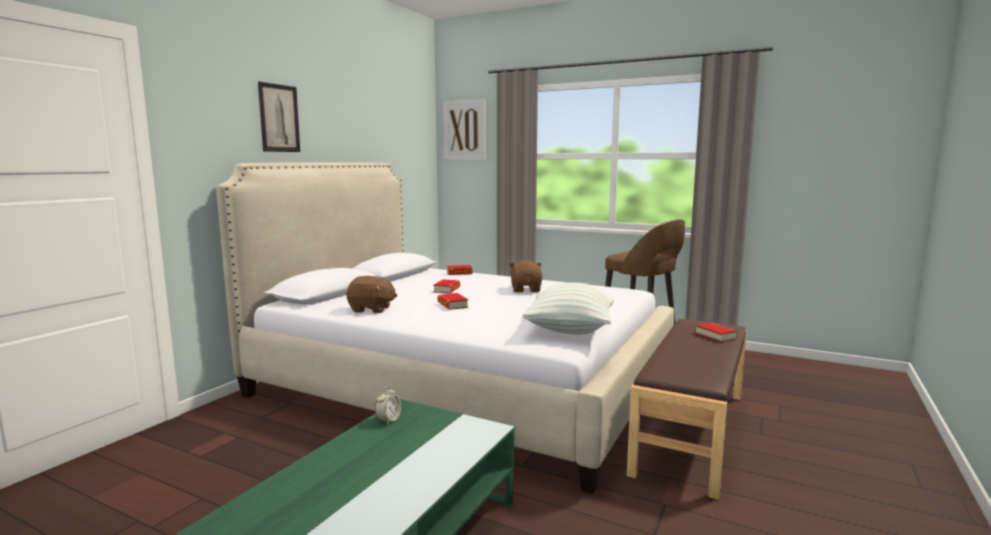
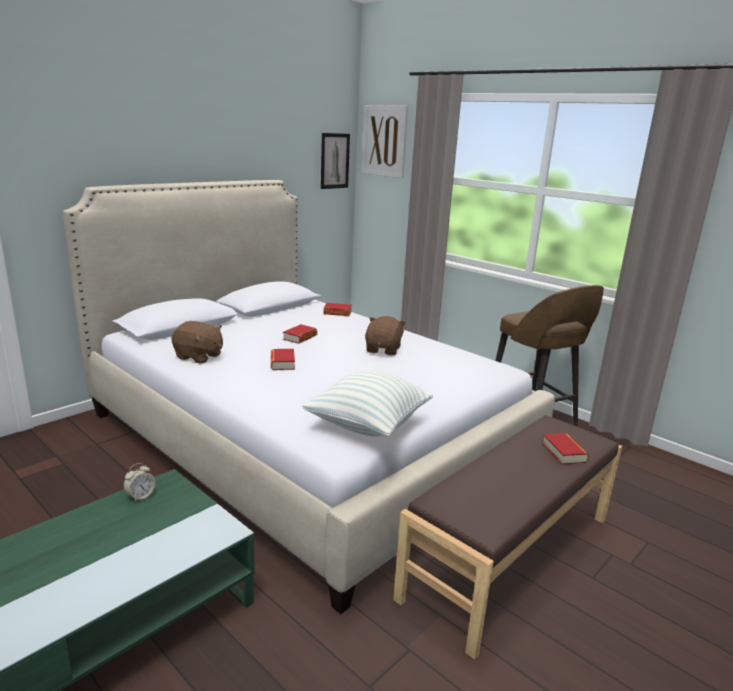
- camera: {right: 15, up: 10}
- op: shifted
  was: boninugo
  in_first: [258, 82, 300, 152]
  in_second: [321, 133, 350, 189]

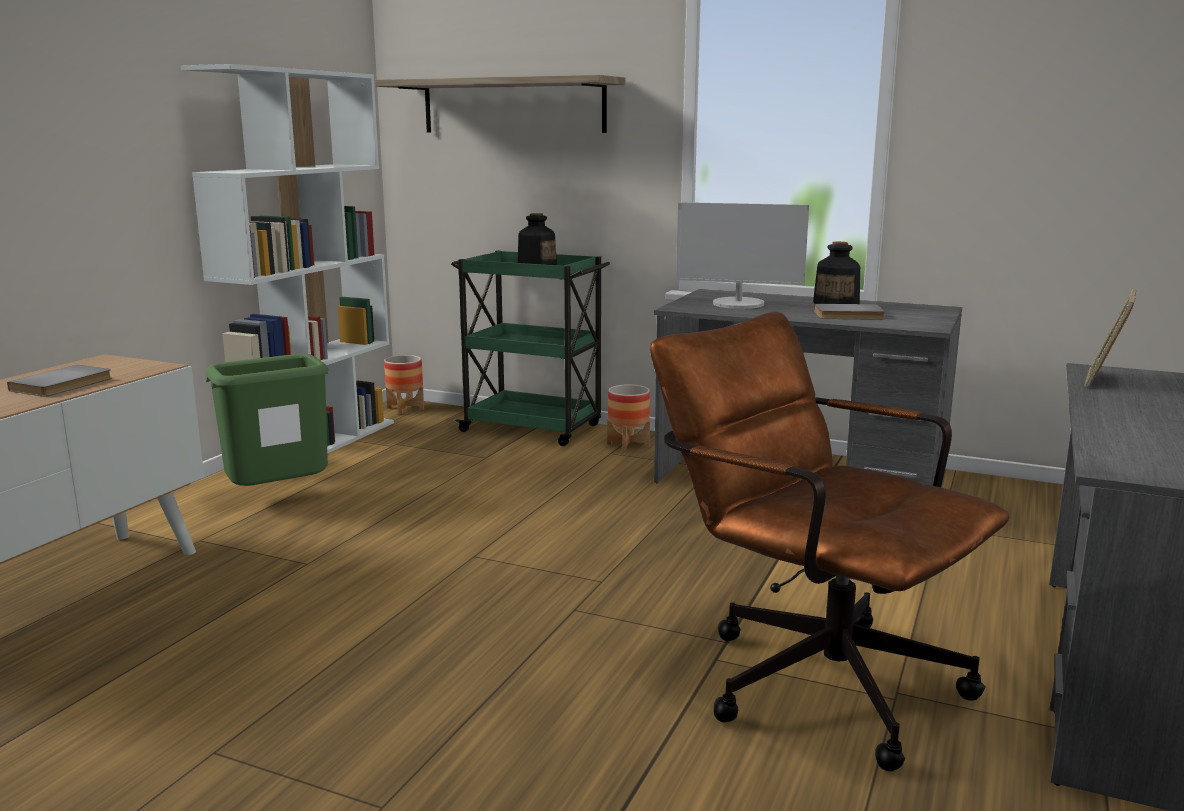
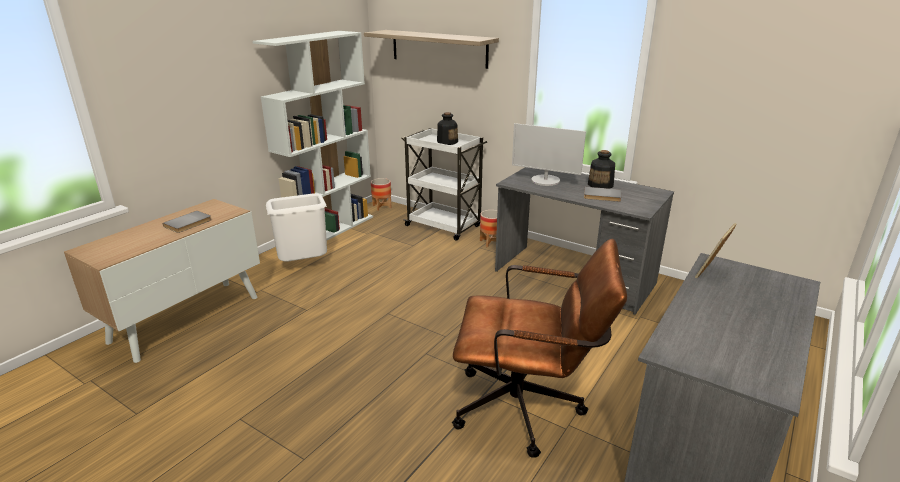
- camera: {right: 10, up: 10}
- op: repainted
  was: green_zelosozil
  now: white_zelosozil
  in_first: [205, 354, 329, 486]
  in_second: [266, 193, 327, 262]
- op: repainted
  was: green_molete
  now: white_molete
  in_first: [451, 251, 610, 446]
  in_second: [401, 128, 487, 241]
- op: rotated
  was: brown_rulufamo
  in_first: [650, 312, 1010, 771]
  in_second: [452, 239, 627, 458]
  clockwise: 135

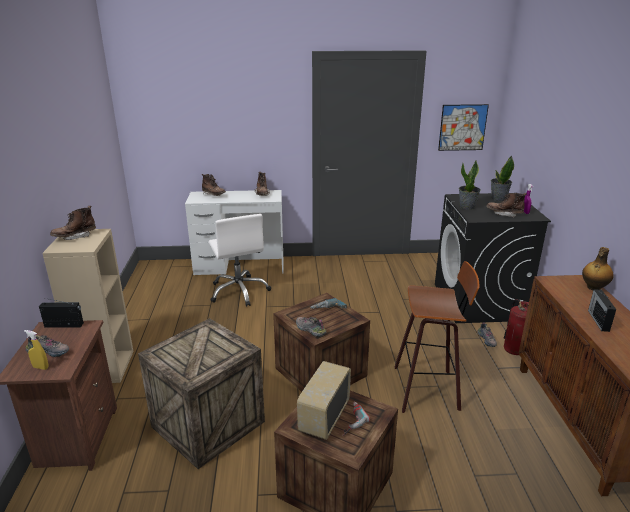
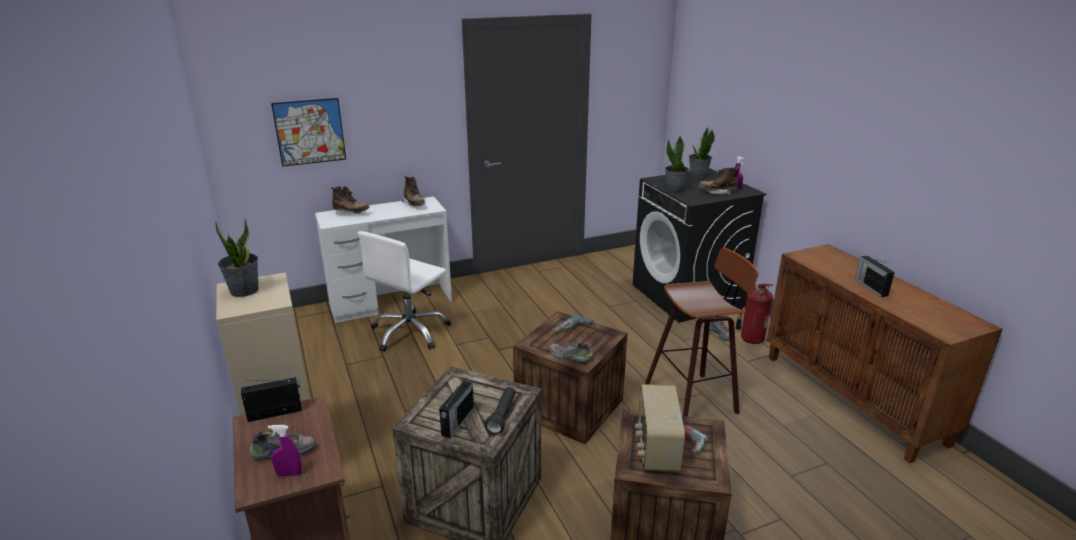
- camera: {right: -20, up: 0}
- op: swapped
  was: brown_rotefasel
  now: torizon
  in_first: [50, 206, 96, 240]
  in_second: [215, 219, 259, 297]
- op: repainted
  was: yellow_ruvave
  now: purple_ruvave
  in_first: [24, 330, 48, 370]
  in_second: [268, 425, 301, 476]
- op: shifted
  was: boninugo
  in_first: [438, 104, 489, 151]
  in_second: [271, 98, 346, 167]
- op: rotated
  was: white_rulufamo
  in_first: [209, 214, 271, 307]
  in_second: [358, 231, 451, 352]
  clockwise: 75
- op: new
  now: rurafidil
  in_second: [439, 378, 474, 438]
- op: new
  now: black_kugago
  in_second: [485, 387, 516, 435]
- op: gone
  was: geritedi
  in_first: [582, 247, 613, 290]

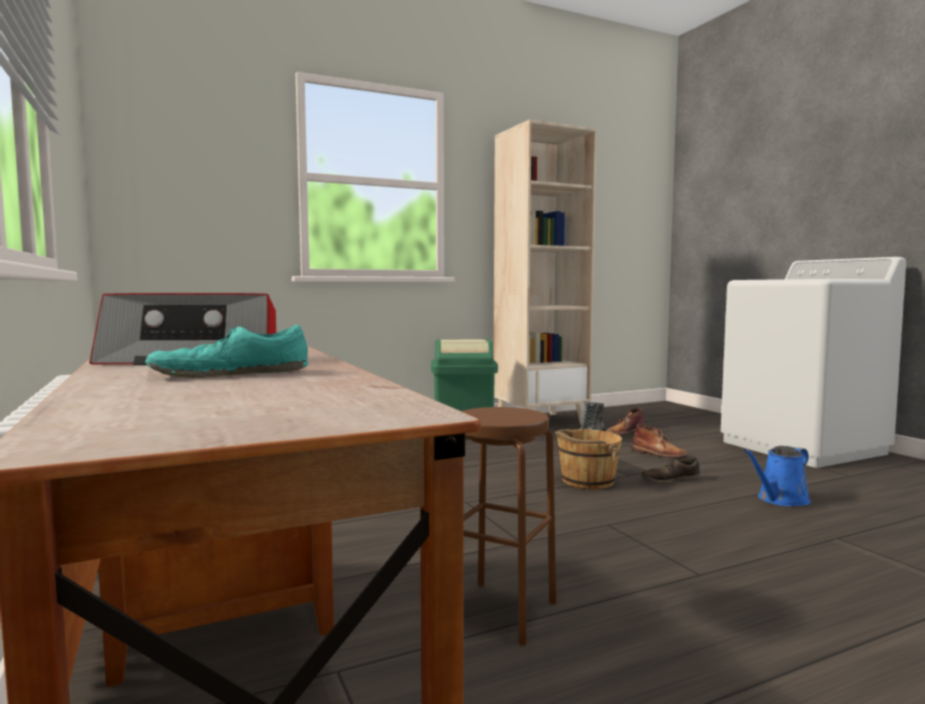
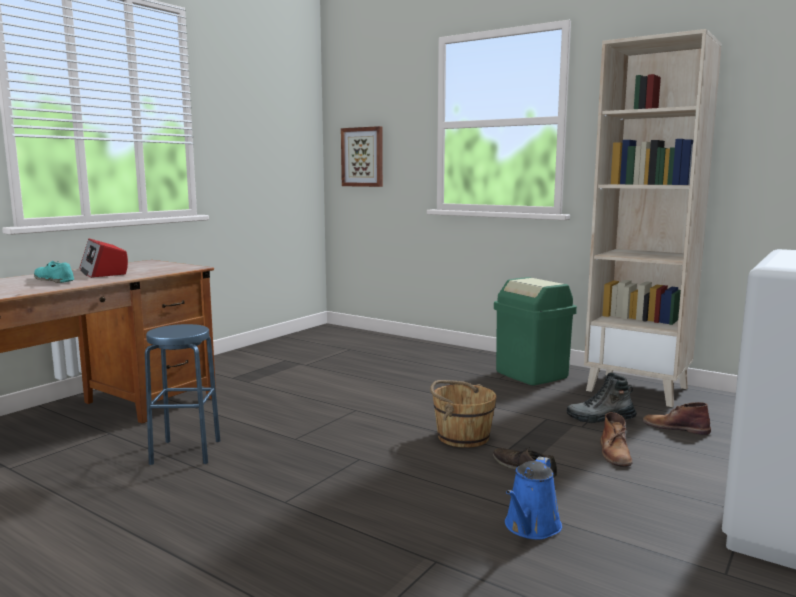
- camera: {right: 60, up: 5}
- op: repainted
  was: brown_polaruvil
  now: blue_polaruvil
  in_first: [462, 407, 556, 646]
  in_second: [145, 324, 220, 465]
- op: new
  now: boninugo
  in_second: [341, 126, 383, 187]
- op: rotated
  was: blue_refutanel
  in_first: [744, 446, 811, 506]
  in_second: [505, 457, 562, 539]
  clockwise: -90

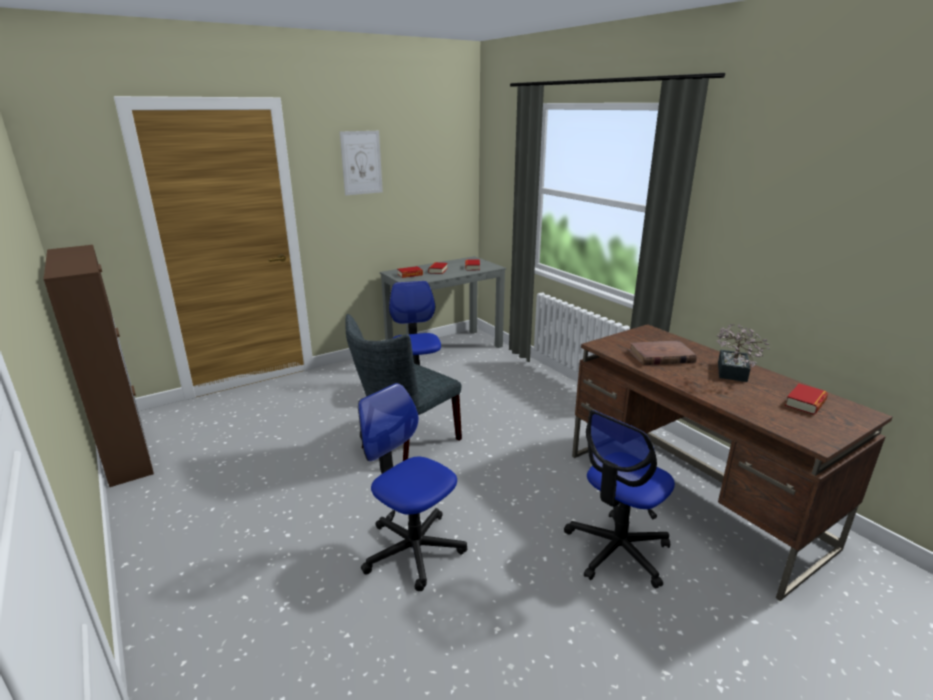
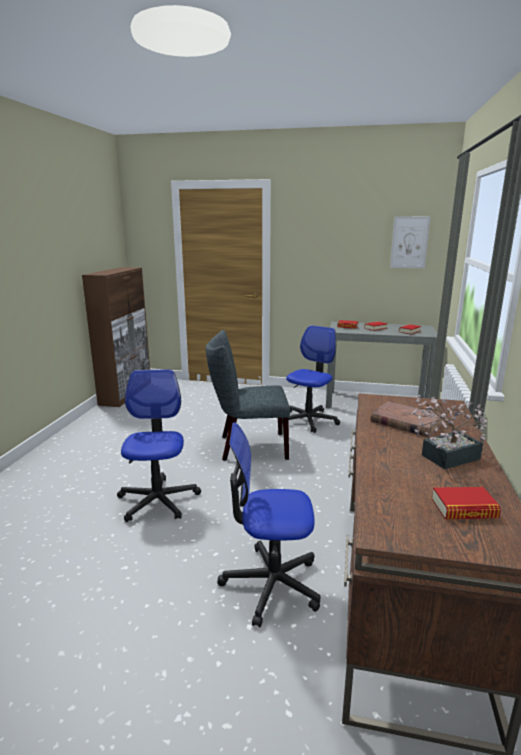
- camera: {right: 45, up: -5}
- op: shifted
  was: boninugo
  in_first: [340, 131, 383, 195]
  in_second: [390, 216, 431, 268]

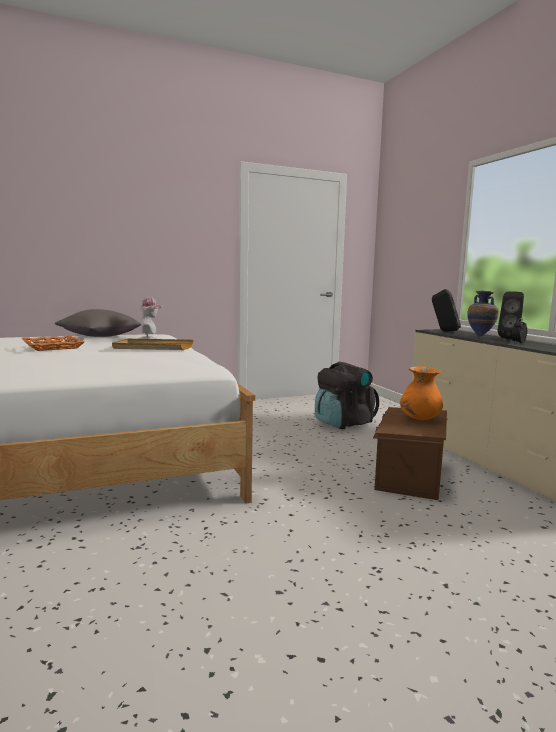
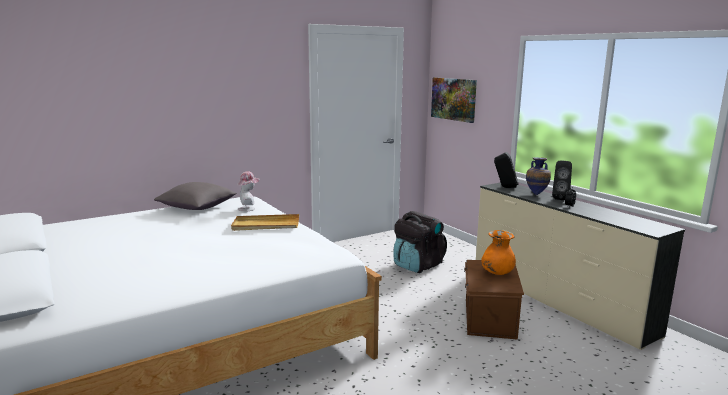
- camera: {right: -10, up: 5}
- op: new
  now: boninugo
  in_second: [431, 77, 477, 123]
- op: gone
  was: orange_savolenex
  in_first: [22, 335, 84, 351]

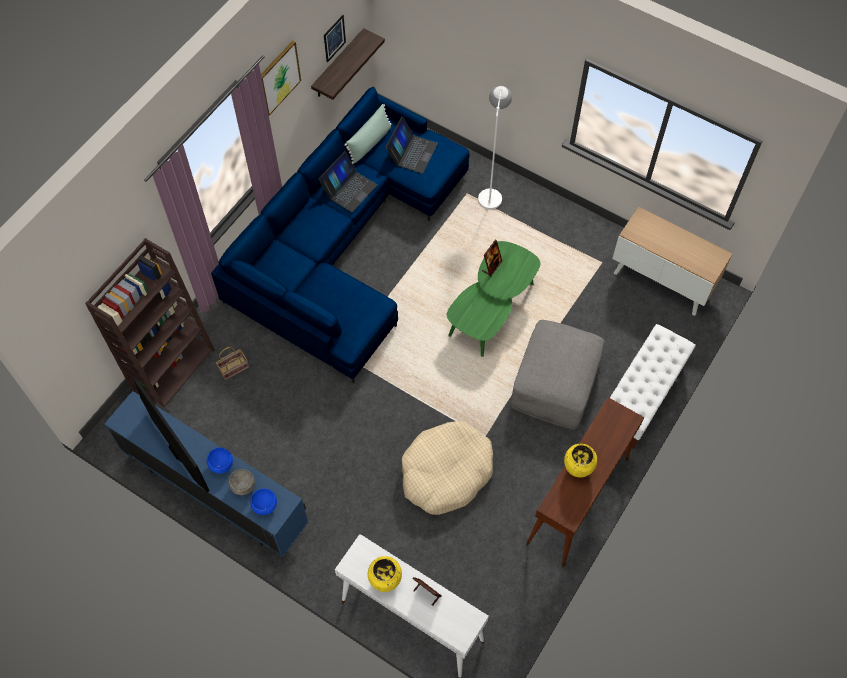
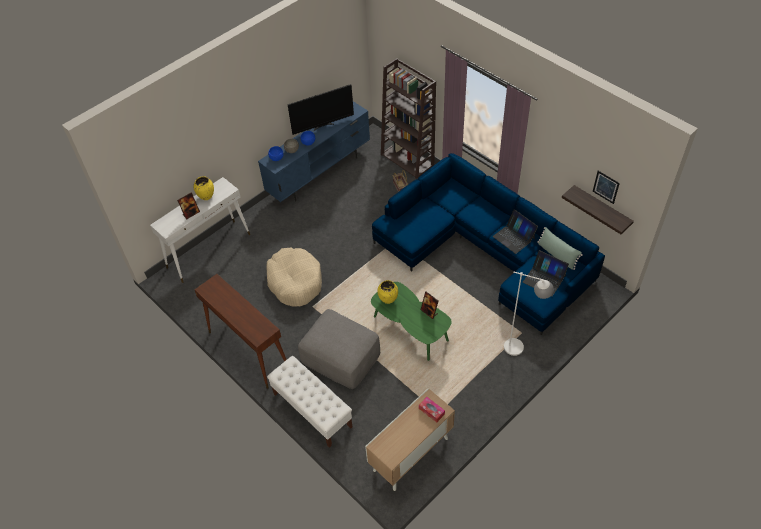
- camera: {right: 105, up: -10}
- op: shifted
  was: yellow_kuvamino
  in_first: [564, 444, 597, 478]
  in_second: [377, 280, 398, 304]
- op: new
  now: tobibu
  in_second: [419, 397, 445, 422]
- op: gone
  was: boninugo
  in_first: [261, 41, 301, 116]

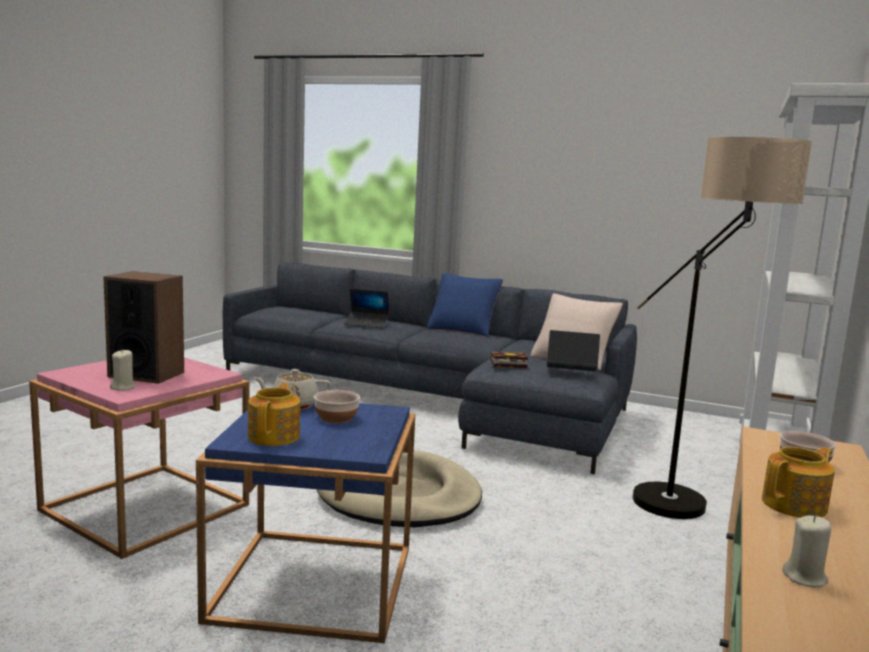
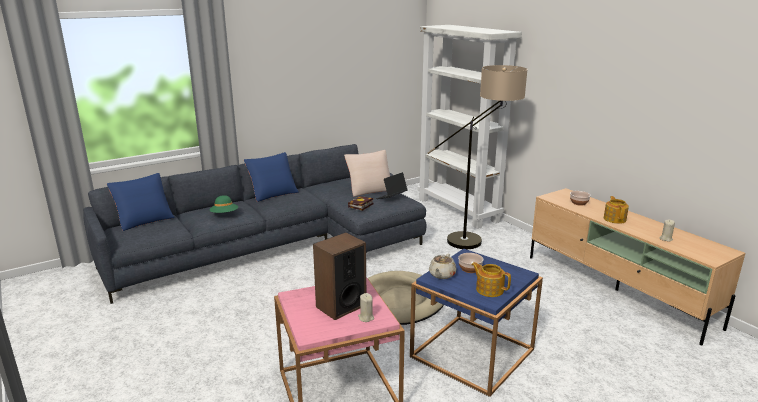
- camera: {right: -55, up: 10}
- op: new
  now: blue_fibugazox
  in_second: [107, 173, 175, 231]
- op: swapped
  was: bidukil
  now: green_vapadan
  in_first: [344, 289, 390, 328]
  in_second: [209, 195, 238, 213]

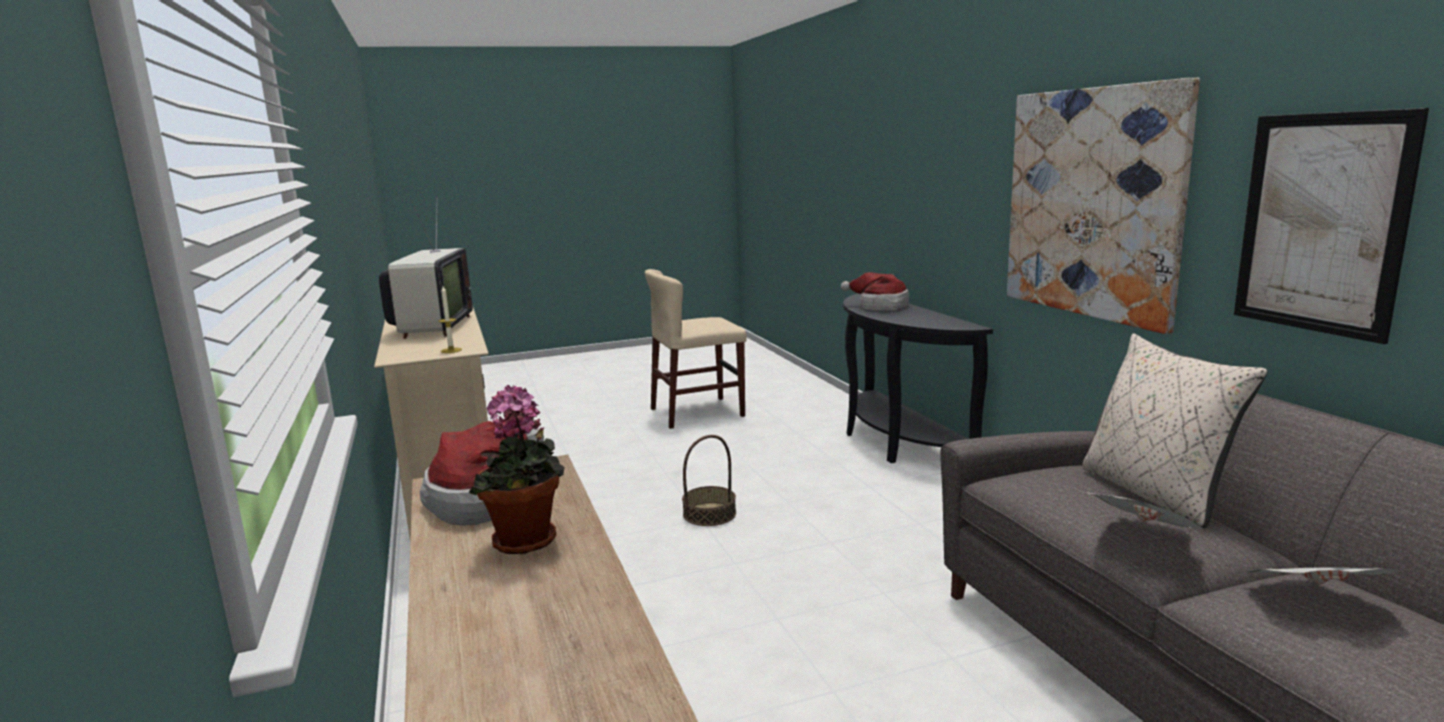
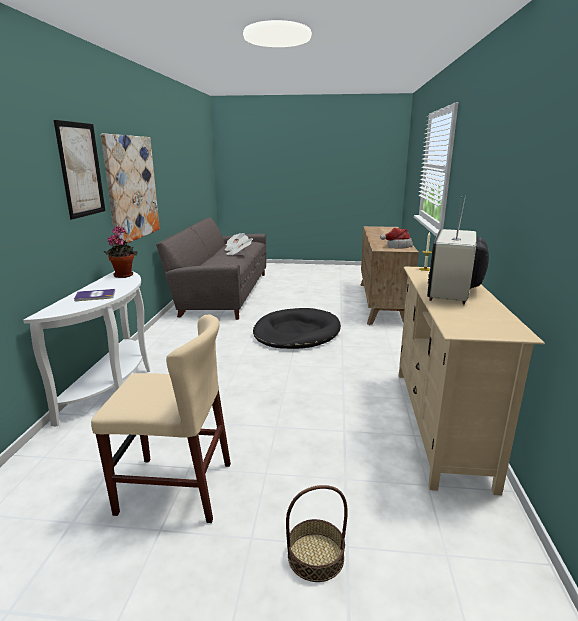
- camera: {right: -155, up: 5}
- op: repainted
  was: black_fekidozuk
  now: white_fekidozuk
  in_first: [843, 294, 993, 463]
  in_second: [23, 271, 150, 427]
- op: shifted
  was: boninugo
  in_first: [1234, 108, 1429, 344]
  in_second: [54, 120, 105, 219]
- op: swapped
  was: vapadan
  now: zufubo
  in_first: [841, 272, 909, 311]
  in_second: [74, 289, 115, 301]
- op: shifted
  was: torizon
  in_first: [469, 385, 565, 555]
  in_second: [104, 226, 138, 278]
- op: new
  now: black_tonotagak
  in_second: [253, 308, 341, 349]
- op: shifted
  was: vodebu
  in_first: [682, 435, 736, 526]
  in_second: [286, 485, 348, 582]
- op: gone
  was: beige_fibugazox
  in_first: [1082, 333, 1267, 529]

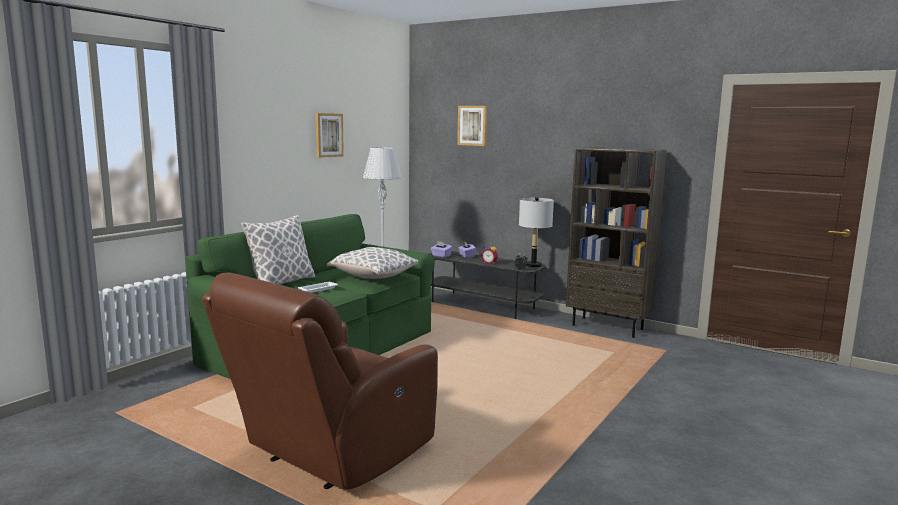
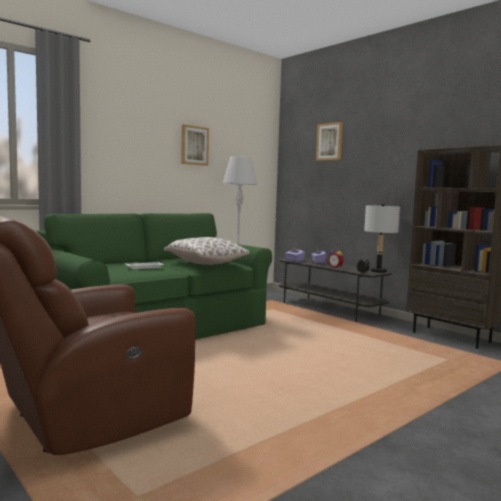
- camera: {right: 15, up: -5}
- op: gone
  was: fibugazox
  in_first: [241, 215, 315, 285]

